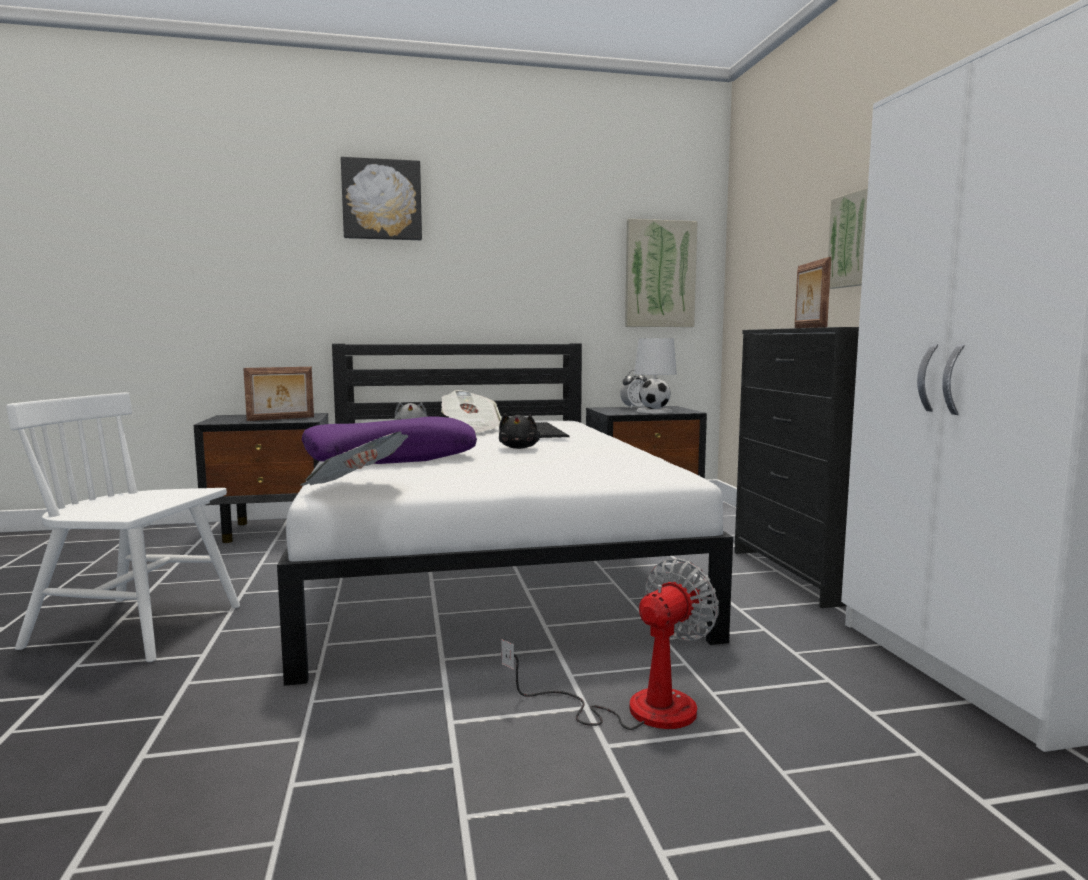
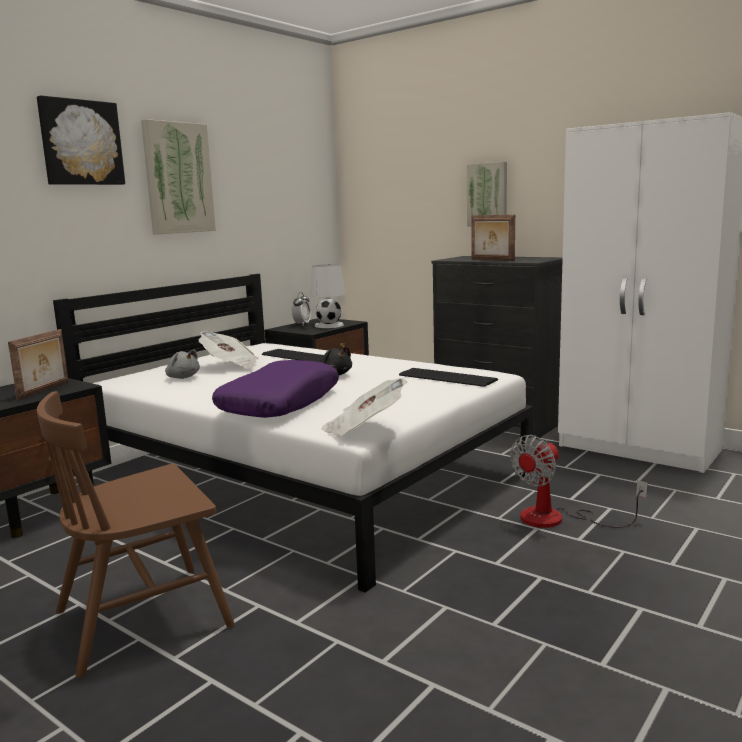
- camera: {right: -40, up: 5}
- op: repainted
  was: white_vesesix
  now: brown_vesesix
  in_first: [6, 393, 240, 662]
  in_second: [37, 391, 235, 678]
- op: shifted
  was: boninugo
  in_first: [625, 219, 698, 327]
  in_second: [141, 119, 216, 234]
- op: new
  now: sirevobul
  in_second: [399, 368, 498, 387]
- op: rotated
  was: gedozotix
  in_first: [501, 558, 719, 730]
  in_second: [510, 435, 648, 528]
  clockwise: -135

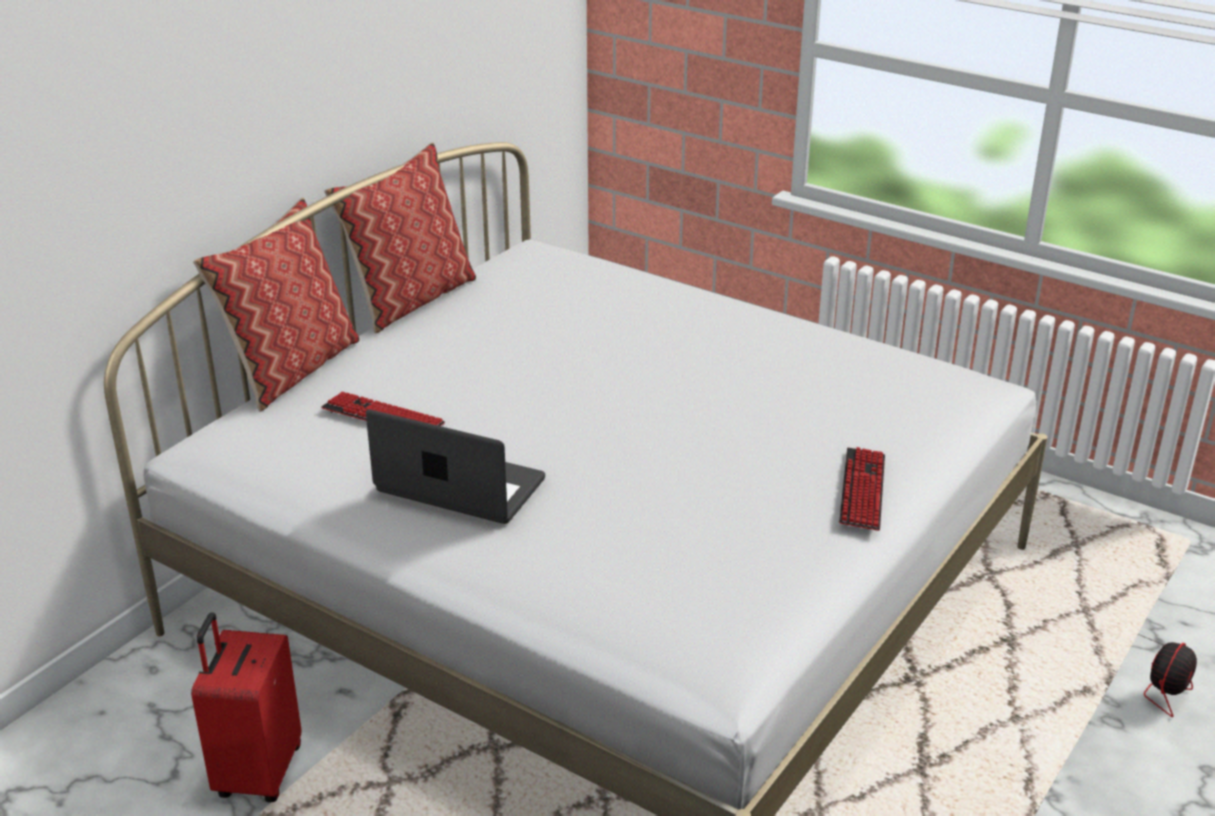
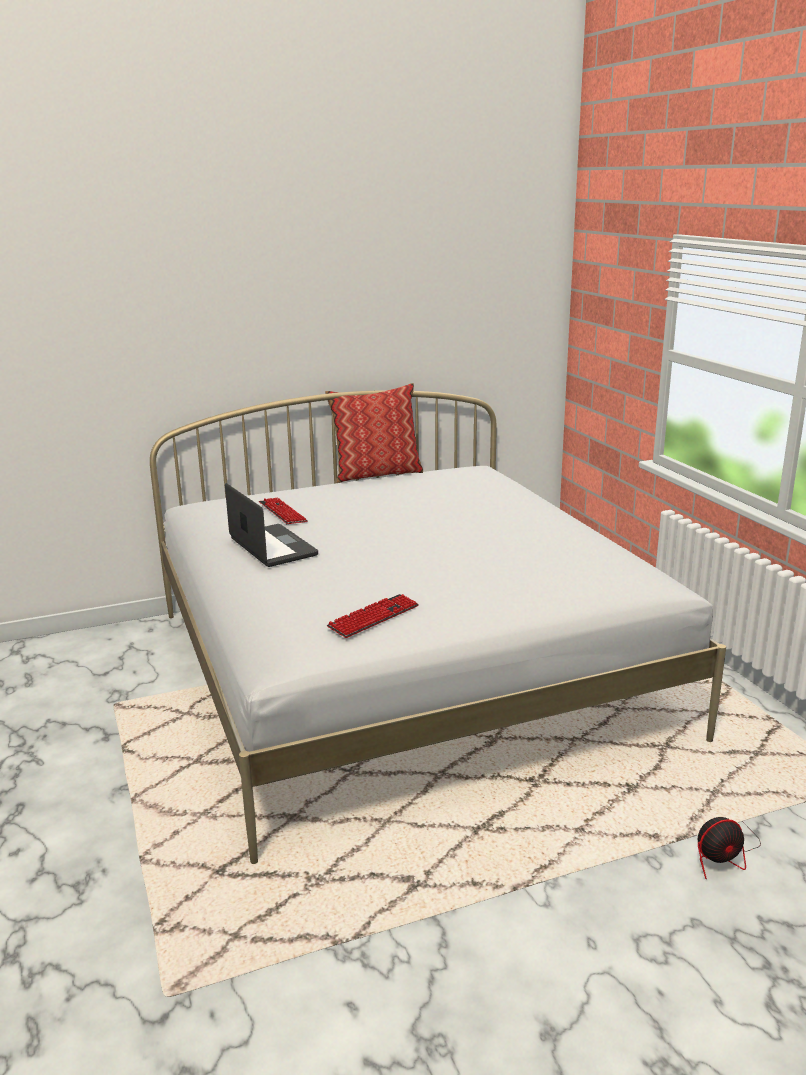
- camera: {right: 35, up: -10}
- op: shifted
  was: sirevobul
  in_first: [839, 447, 885, 531]
  in_second: [327, 594, 419, 638]
- op: gone
  was: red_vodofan
  in_first: [191, 612, 301, 802]
- op: gone
  was: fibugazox
  in_first: [193, 198, 360, 412]

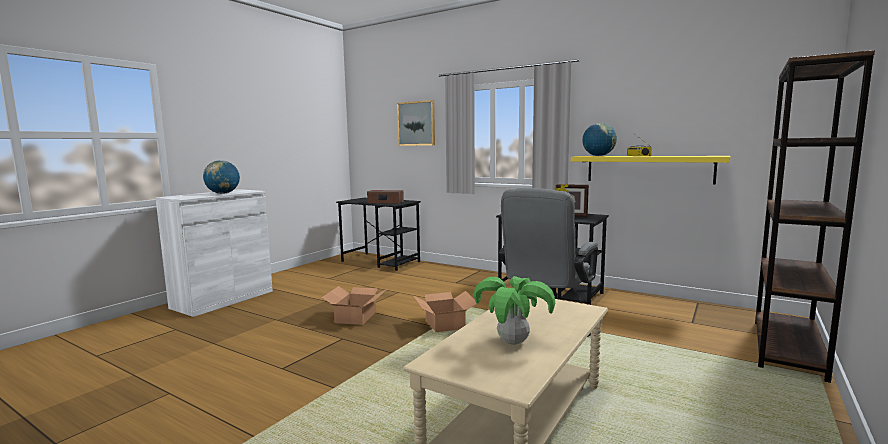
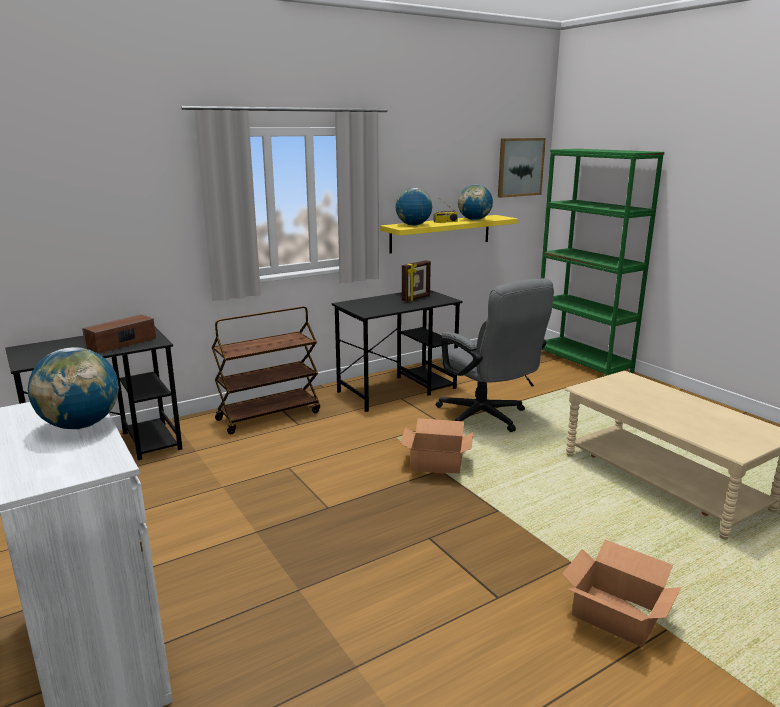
- camera: {right: -65, up: 10}
- op: new
  now: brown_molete
  in_second: [212, 306, 320, 434]
- op: new
  now: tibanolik
  in_second: [458, 184, 493, 221]
- op: shifted
  was: boninugo
  in_first: [397, 100, 435, 146]
  in_second: [498, 138, 546, 198]
- op: repainted
  was: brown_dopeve
  now: green_dopeve
  in_first: [755, 50, 875, 383]
  in_second: [541, 149, 664, 376]
- op: shifted
  was: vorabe
  in_first: [322, 286, 387, 325]
  in_second: [562, 540, 682, 647]
- op: gone
  was: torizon
  in_first: [474, 276, 555, 345]

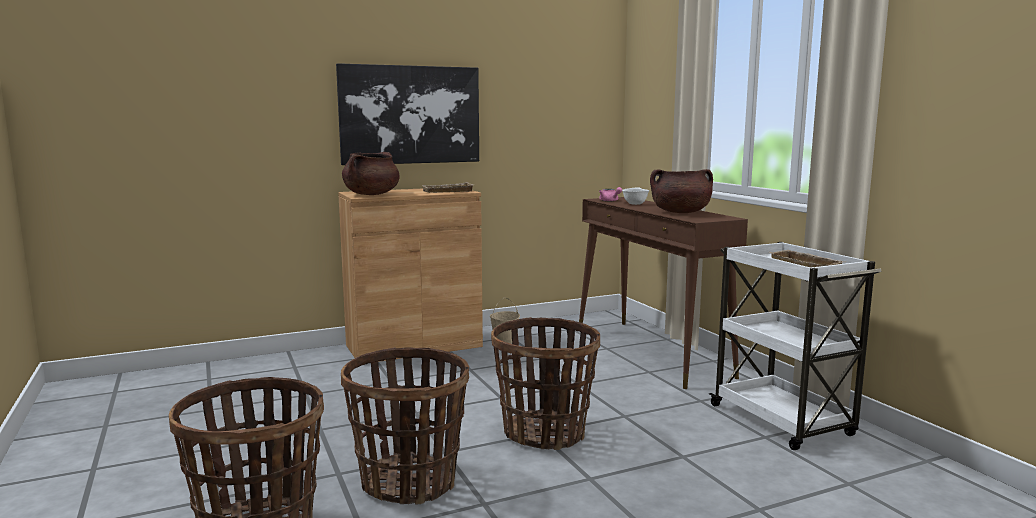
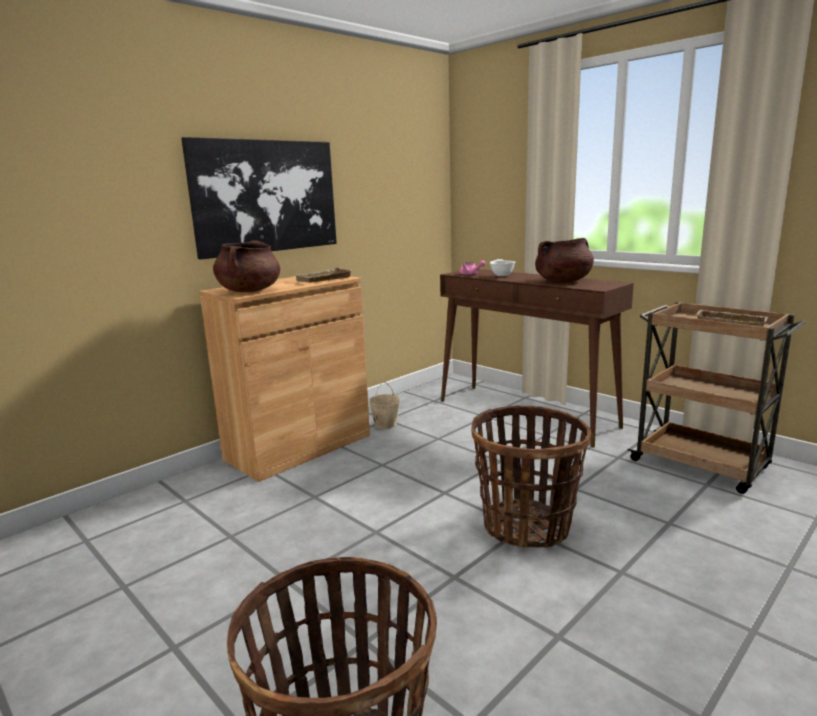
- camera: {right: -20, up: 5}
- op: repainted
  was: white_molete
  now: brown_molete
  in_first: [709, 242, 882, 450]
  in_second: [627, 302, 806, 494]
- op: gone
  was: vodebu
  in_first: [341, 347, 469, 505]

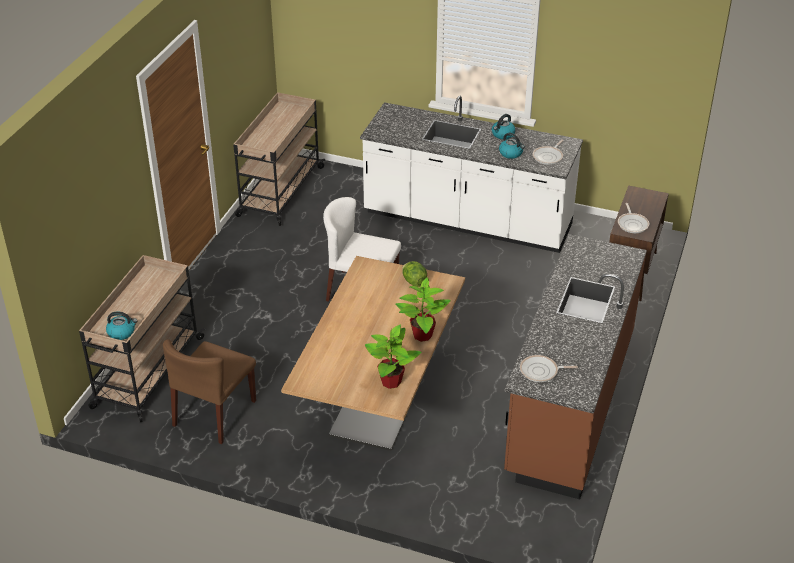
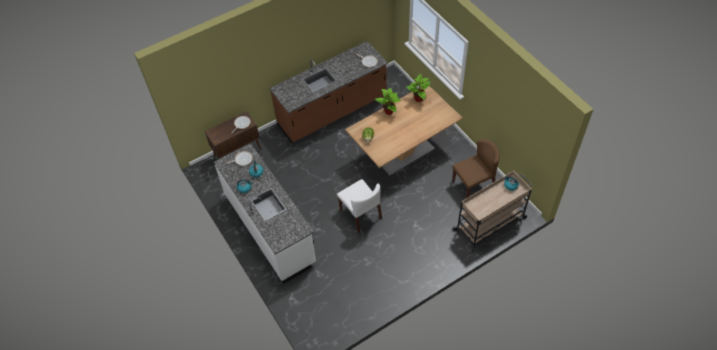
- camera: {right: -140, up: 15}
- op: gone
  was: beige_molete
  in_first: [233, 92, 325, 226]

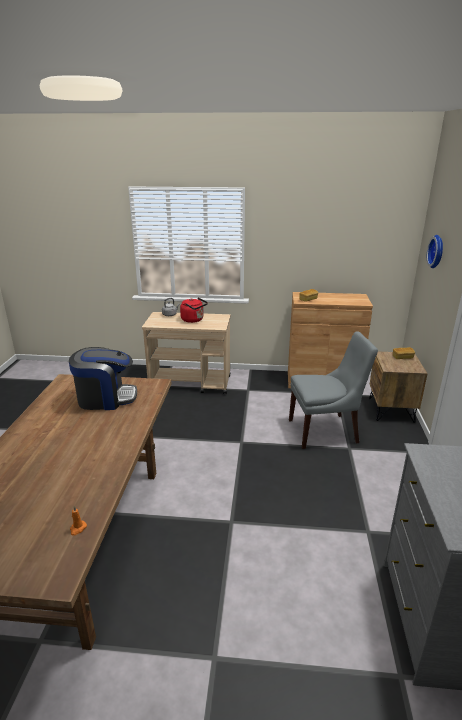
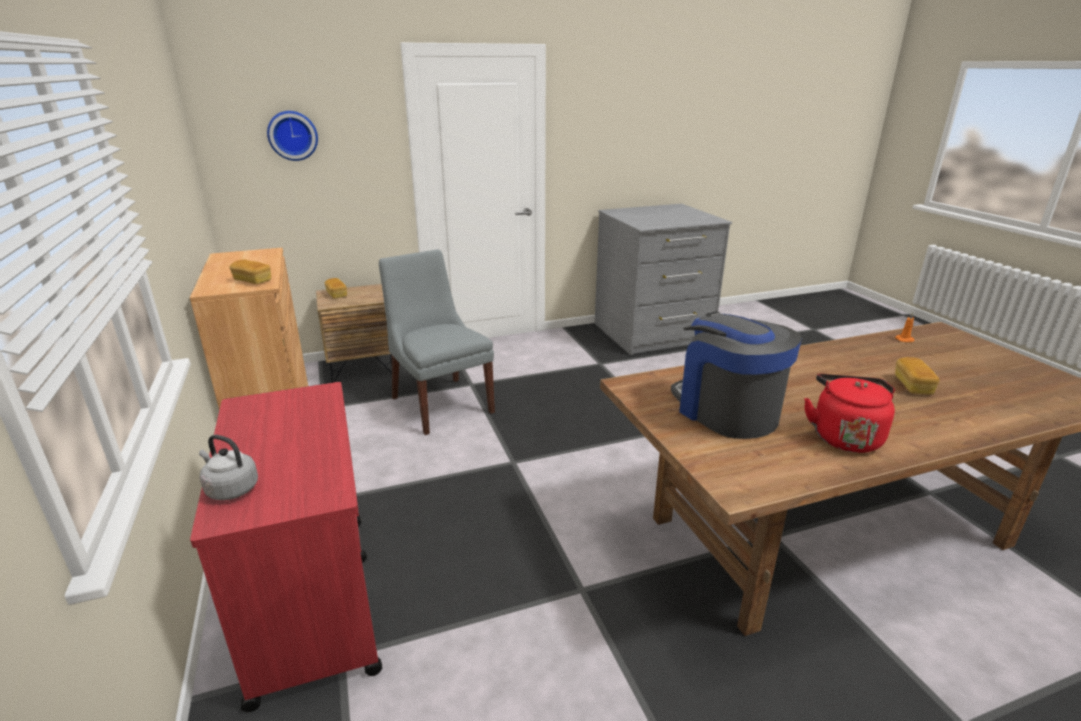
- camera: {right: -115, up: 0}
- op: repainted
  was: beige_molete
  now: red_molete
  in_first: [142, 312, 231, 394]
  in_second: [190, 382, 382, 712]
- op: shifted
  was: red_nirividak
  in_first: [180, 298, 208, 323]
  in_second: [804, 374, 895, 453]
- op: new
  now: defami
  in_second: [895, 357, 940, 395]

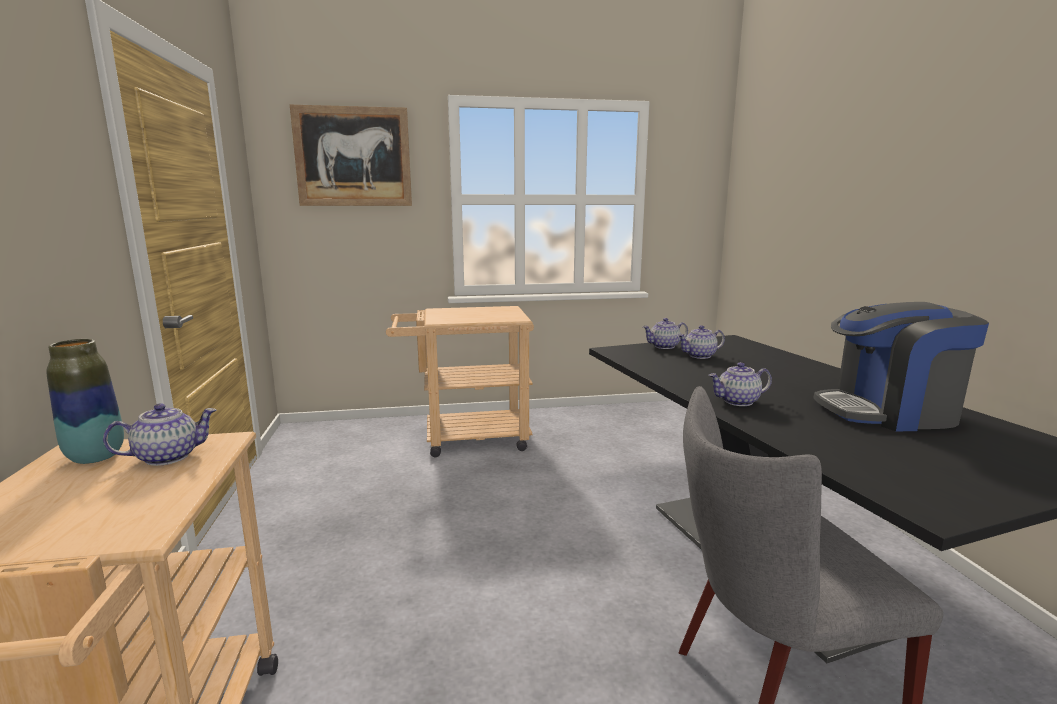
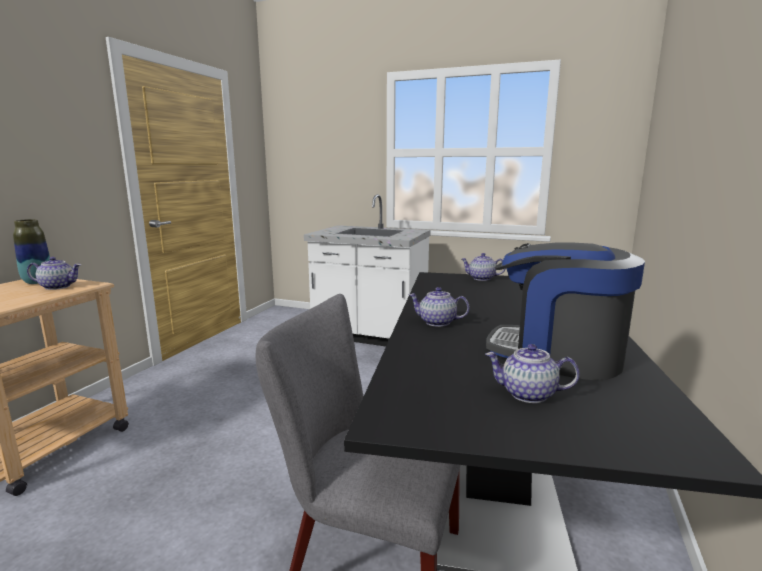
- camera: {right: 30, up: 0}
- op: swapped
  was: beige_molete
  now: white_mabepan
  in_first: [386, 306, 534, 457]
  in_second: [304, 194, 431, 346]
- op: shifted
  was: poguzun
  in_first: [677, 325, 725, 359]
  in_second: [485, 344, 580, 403]
- op: gone
  was: boninugo
  in_first: [290, 105, 412, 206]

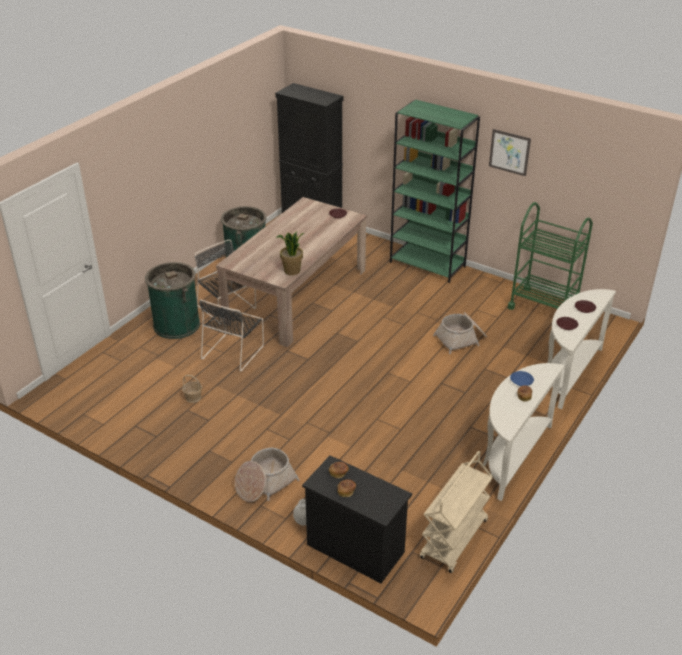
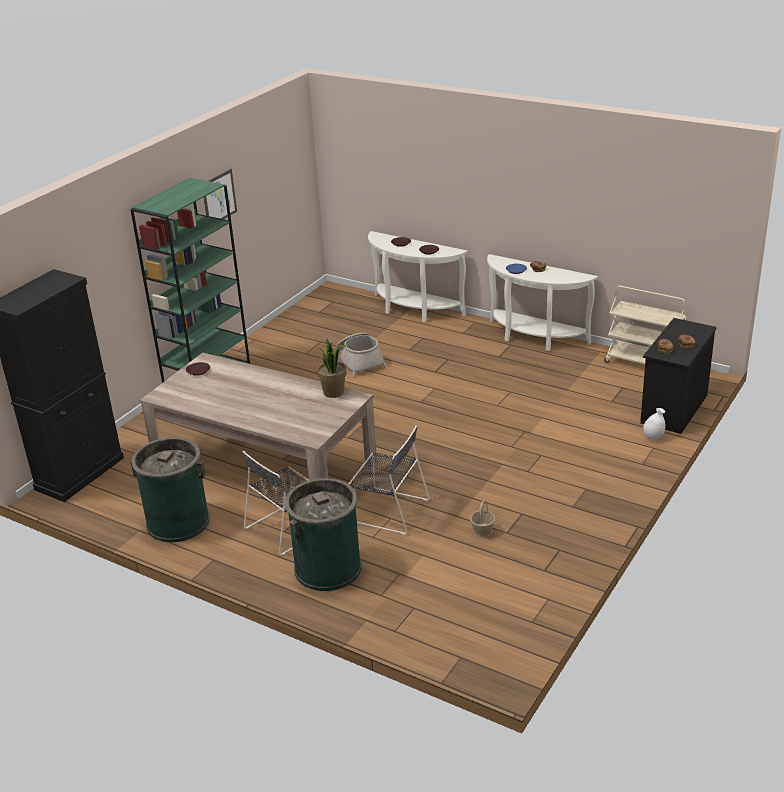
- camera: {right: -90, up: -5}
- op: gone
  was: vodebu
  in_first: [235, 448, 300, 502]
- op: gone
  was: green_molete
  in_first: [508, 202, 593, 310]

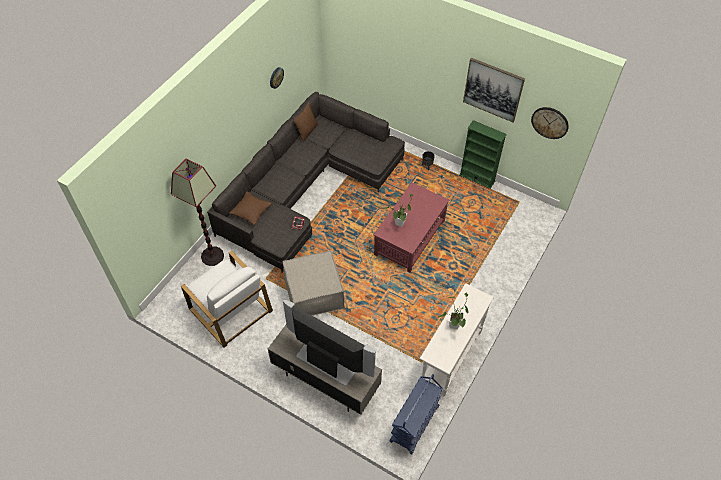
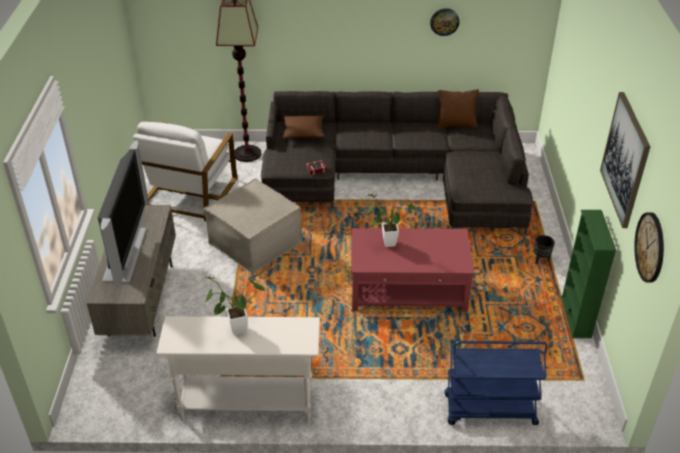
- camera: {right: 60, up: -15}
- op: shifted
  was: blue_molete
  in_first: [389, 374, 443, 454]
  in_second: [445, 341, 547, 425]

